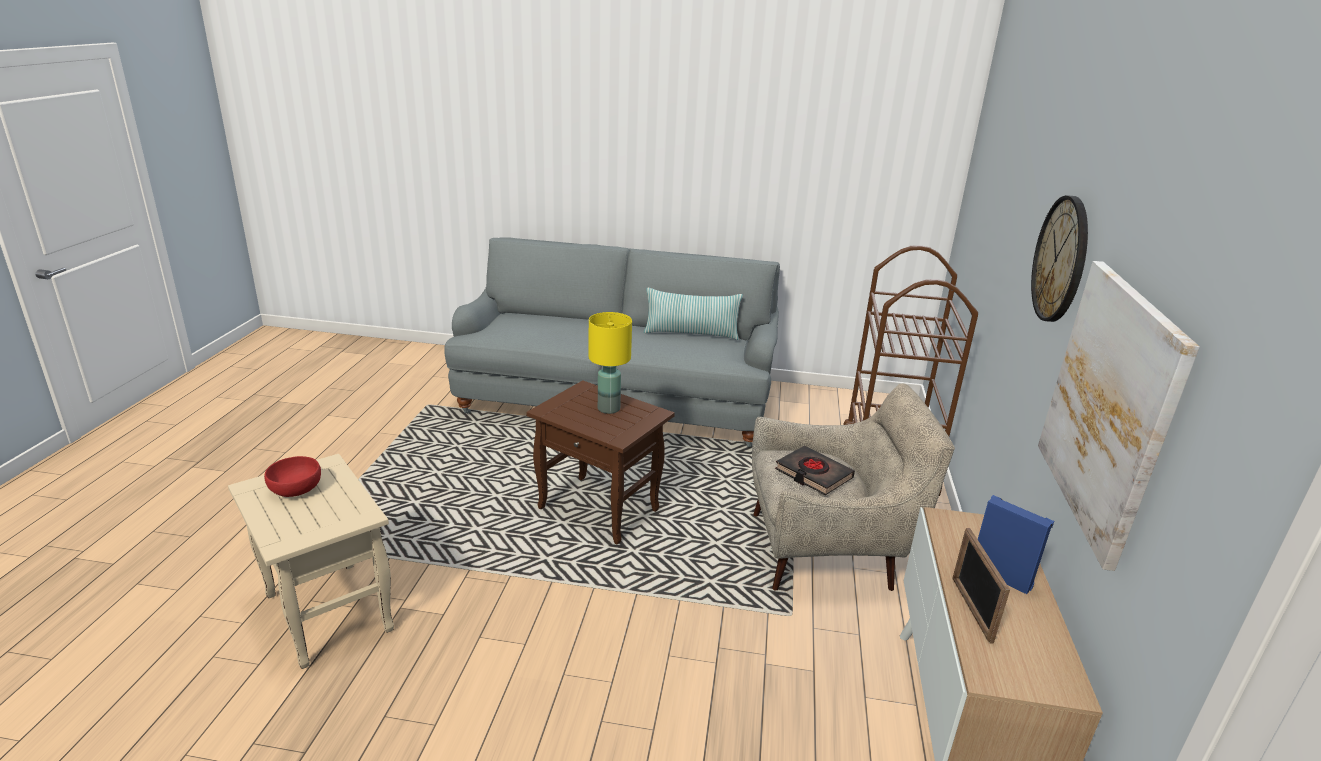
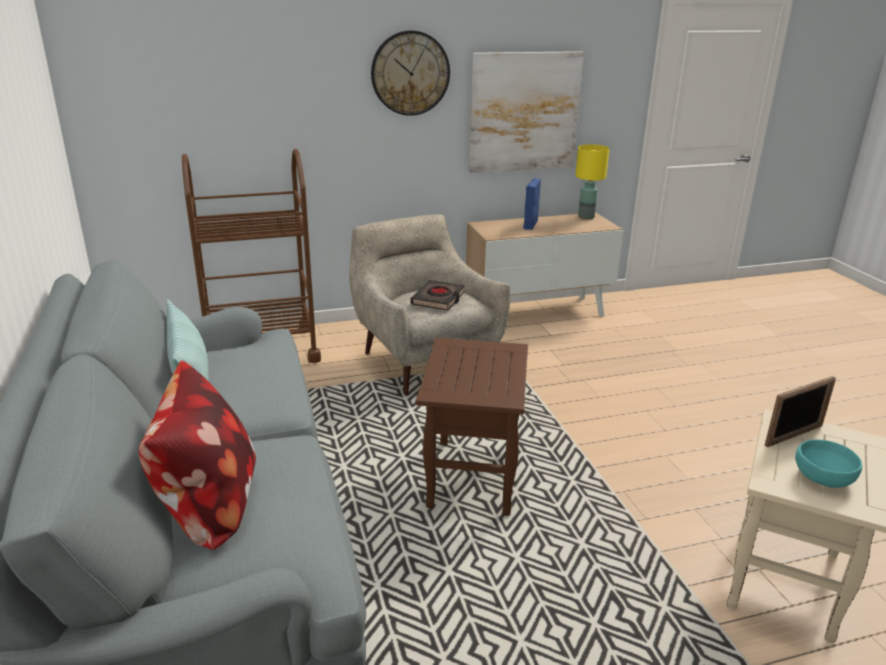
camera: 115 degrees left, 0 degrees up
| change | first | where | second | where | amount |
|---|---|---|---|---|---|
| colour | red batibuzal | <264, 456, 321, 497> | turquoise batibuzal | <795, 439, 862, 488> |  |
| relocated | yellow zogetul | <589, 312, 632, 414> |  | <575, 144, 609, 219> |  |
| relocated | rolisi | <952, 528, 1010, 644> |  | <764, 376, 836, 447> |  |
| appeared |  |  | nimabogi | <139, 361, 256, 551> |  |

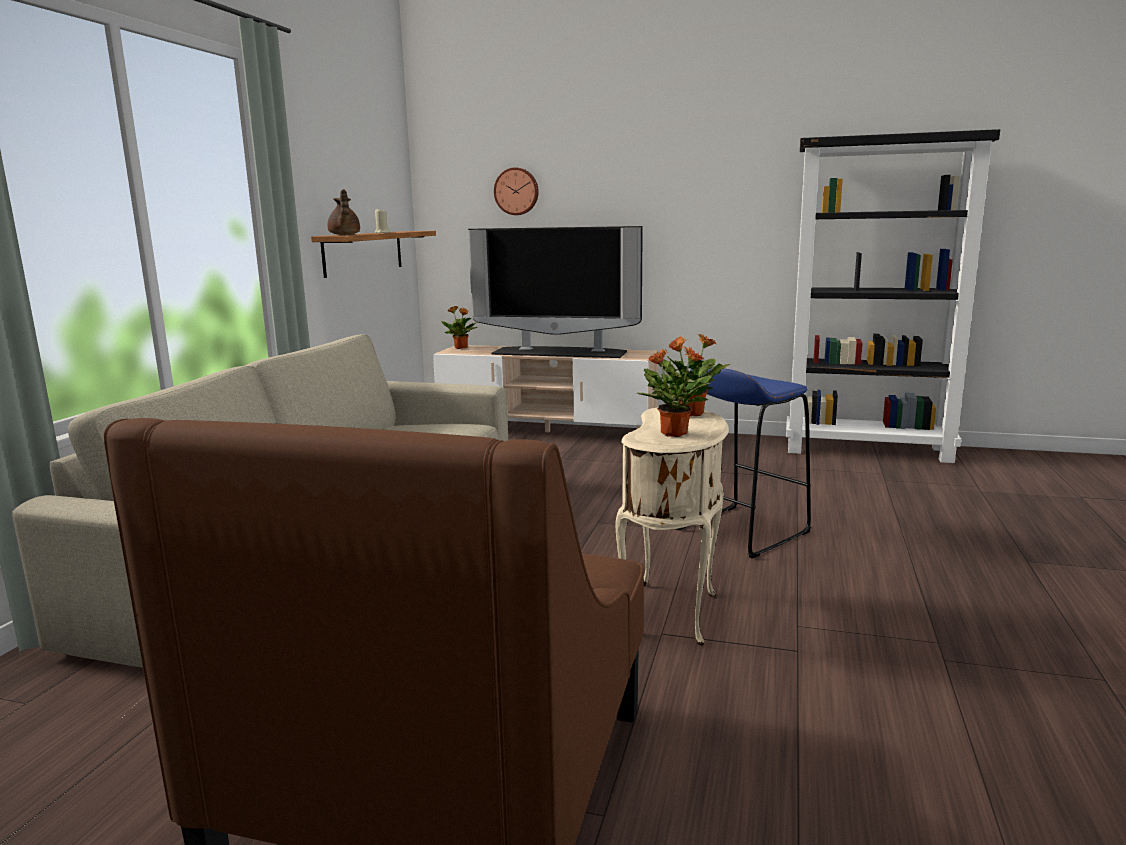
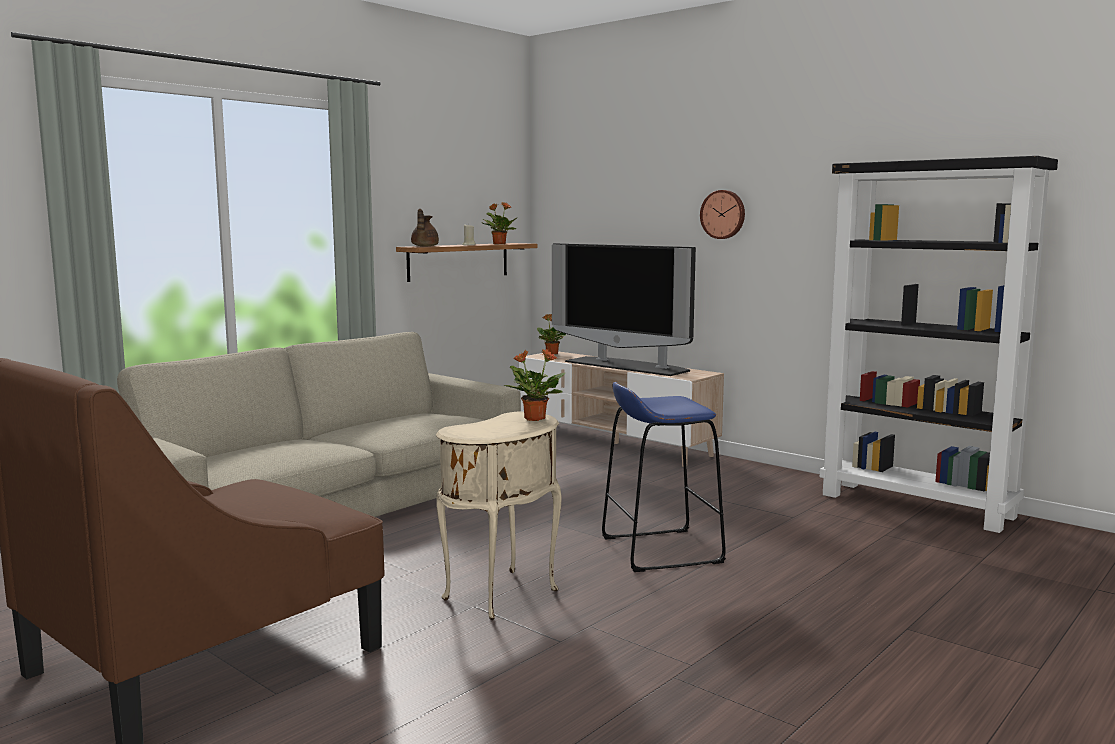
camera: 25 degrees right, 5 degrees down
| change | first | where | second | where | amount |
|---|---|---|---|---|---|
| relocated | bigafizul | <494, 168, 539, 215> |  | <700, 190, 745, 239> |  |
| relocated | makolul | <637, 347, 711, 437> |  | <482, 202, 517, 244> |  |

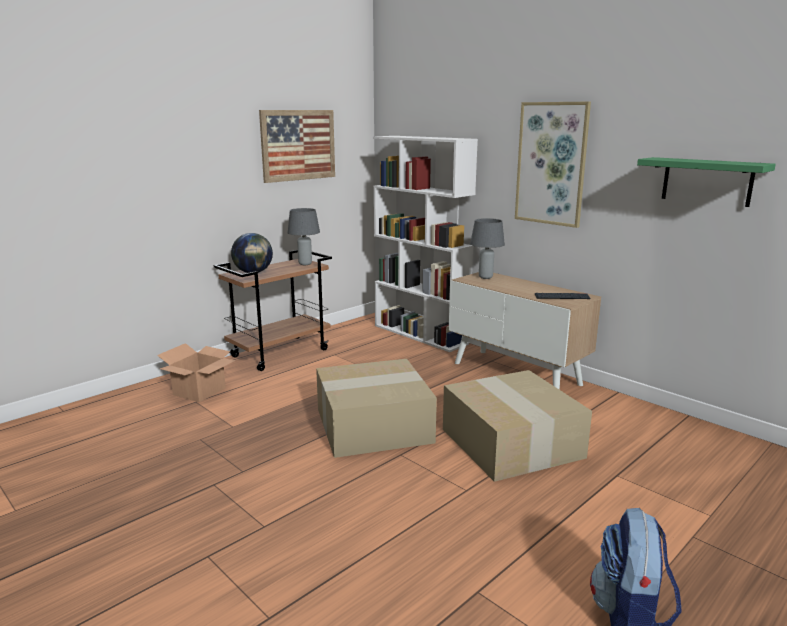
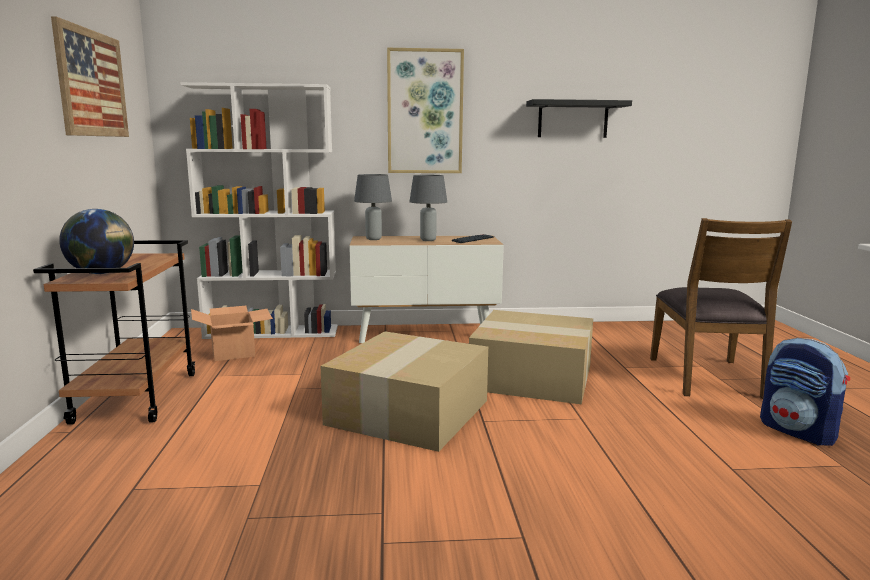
camera: 50 degrees left, 5 degrees down
| change | first | where | second | where | amount |
|---|---|---|---|---|---|
| relocated | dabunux | <157, 343, 236, 402> |  | <191, 306, 273, 361> |  |
| relocated | grey zogetul | <288, 208, 320, 265> |  | <409, 175, 447, 241> |  |
| colour | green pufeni | <637, 157, 776, 207> | black pufeni | <526, 99, 632, 138> |  |
| appeared |  |  | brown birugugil | <650, 218, 792, 399> |  |

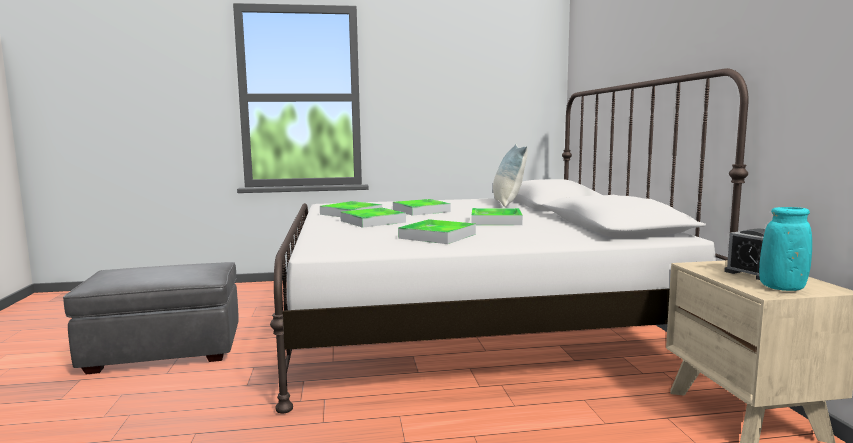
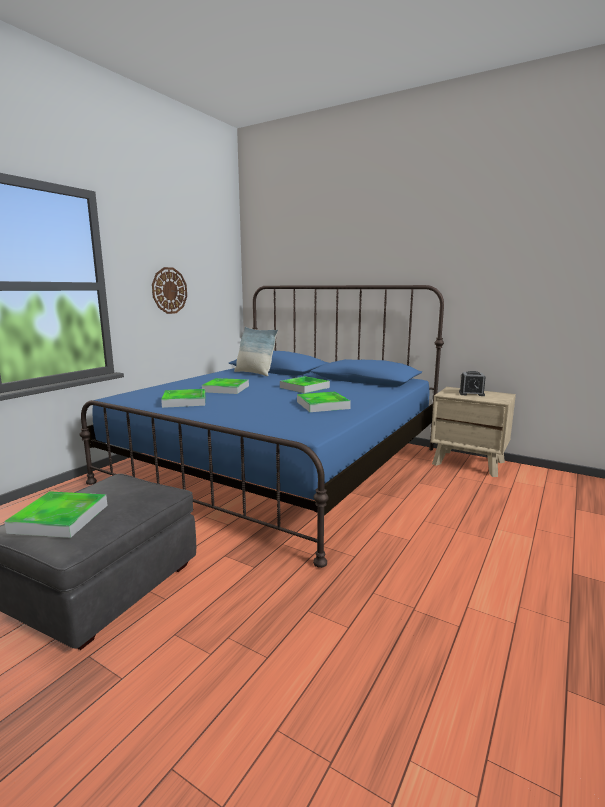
camera: 50 degrees left, 5 degrees up
| change | first | where | second | where | amount |
|---|---|---|---|---|---|
| colour | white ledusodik | <270, 68, 749, 413> | blue ledusodik | <80, 285, 444, 568> |  |
| relocated | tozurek | <340, 208, 406, 228> |  | <4, 491, 108, 538> |  |
| missing | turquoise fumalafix | <759, 207, 812, 291> |  |  |  |
| appeared |  |  | bigafizul | <152, 267, 187, 314> |  |

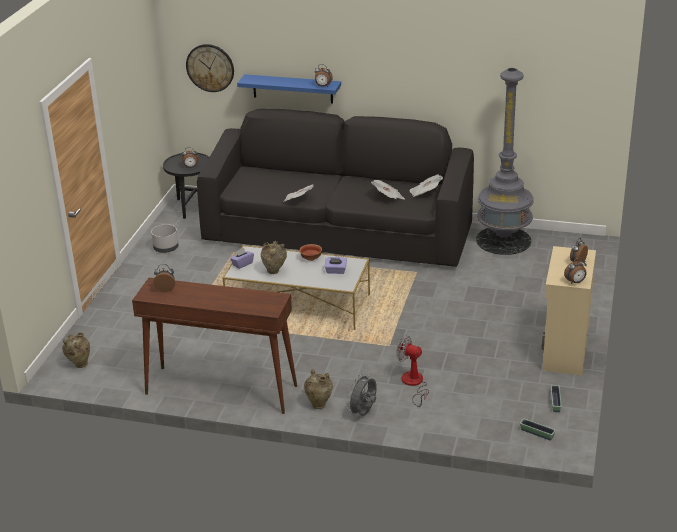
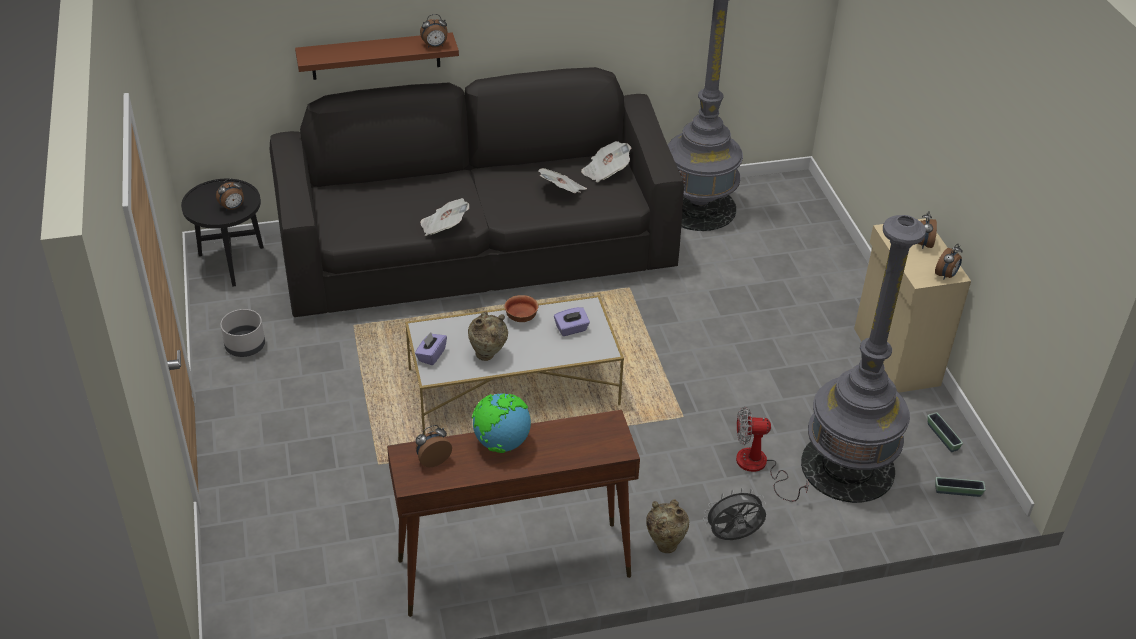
camera: 30 degrees left, 10 degrees up
| change | first | where | second | where | amount |
|---|---|---|---|---|---|
| missing | beige fumalafix | <62, 333, 90, 368> |  |  |  |
| missing | bigafizul | <186, 44, 234, 92> |  |  |  |
| colour | blue pufeni | <237, 74, 341, 104> | brown pufeni | <295, 32, 459, 80> |  |
| spun | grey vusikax | <347, 373, 377, 416> |  | <703, 488, 766, 540> | 75 degrees clockwise |
| appeared |  |  | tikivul | <472, 394, 531, 453> |  |
| appeared |  |  | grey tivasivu | <801, 215, 926, 503> |  |

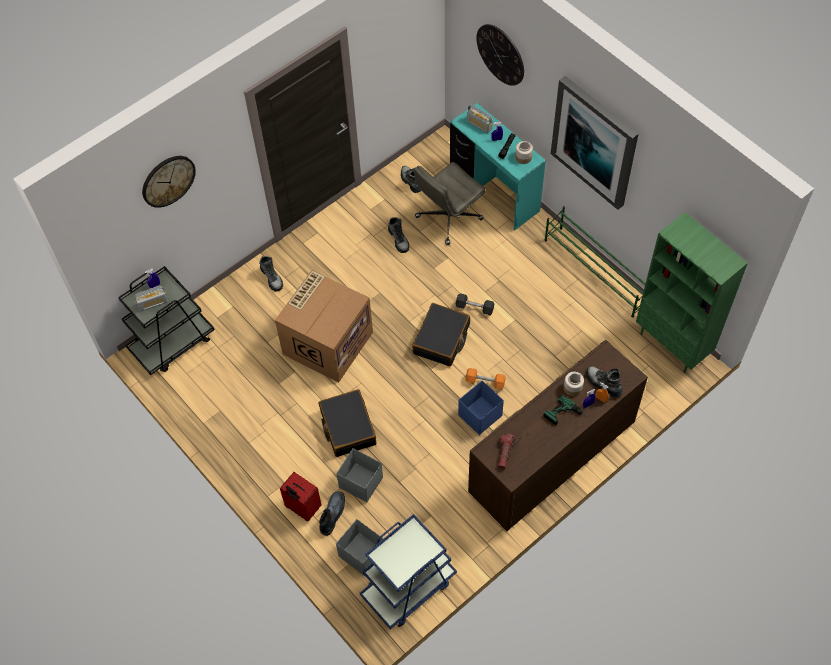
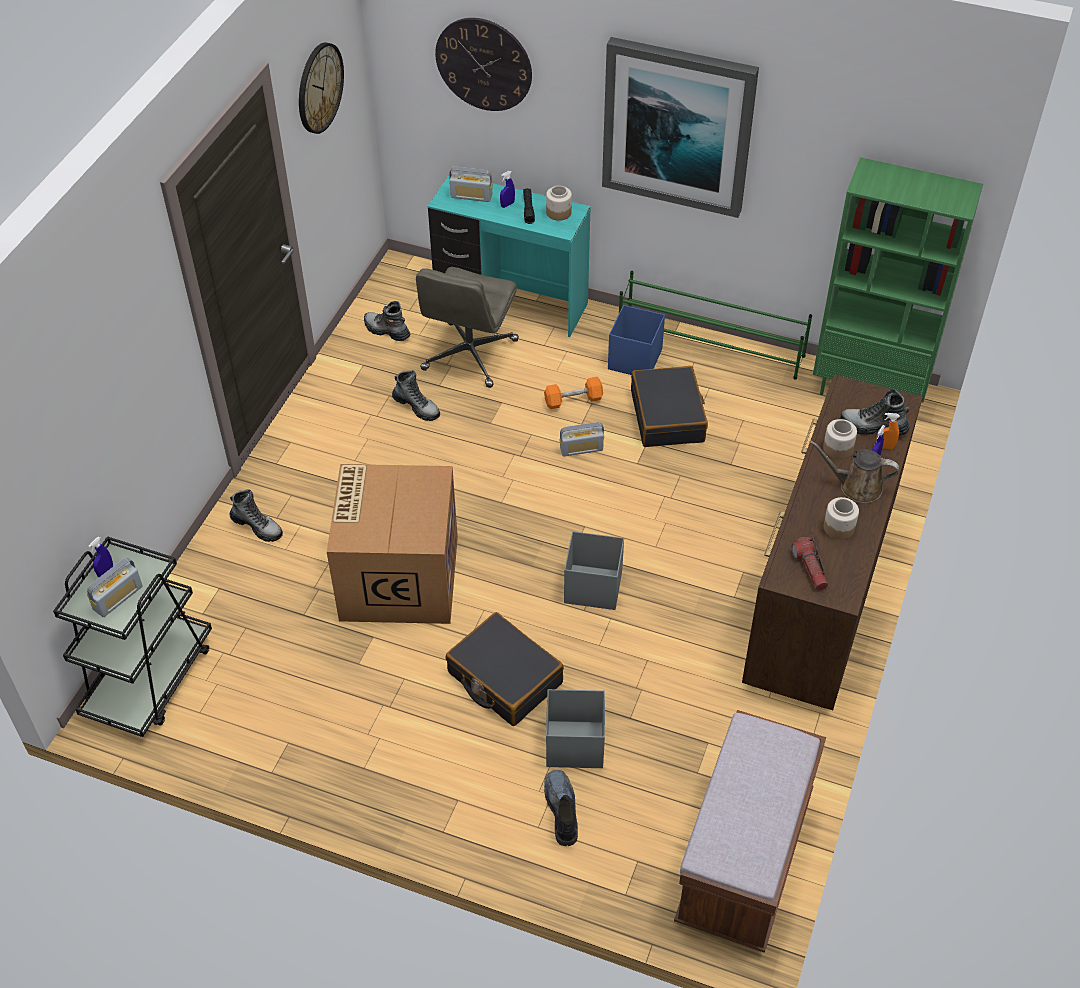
camera: 30 degrees left, 10 degrees down
| change | first | where | second | where | amount |
|---|---|---|---|---|---|
| relocated | bigafizul | <142, 156, 196, 208> |  | <299, 43, 344, 134> |  |
| missing | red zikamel | <280, 472, 322, 521> |  |  |  |
| relocated | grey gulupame | <336, 519, 384, 576> |  | <564, 531, 624, 610> |  |
| exchanged | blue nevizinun | <360, 514, 457, 630> | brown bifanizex | <674, 710, 826, 953> |  |
| relocated | black zikamel | <412, 303, 470, 367> |  | <631, 366, 708, 447> |  |
| exchanged | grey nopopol | <456, 293, 494, 315> | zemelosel | <560, 422, 604, 457> |  |
| relocated | blue gulupame | <458, 380, 504, 435> |  | <608, 305, 665, 375> |  |
| relocated | orange nopopol | <465, 368, 506, 389> |  | <544, 377, 603, 409> |  |
| exchanged | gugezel | <543, 395, 587, 425> | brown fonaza | <809, 440, 899, 503> |  |
| appeared |  |  | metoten | <823, 497, 859, 540> |  |

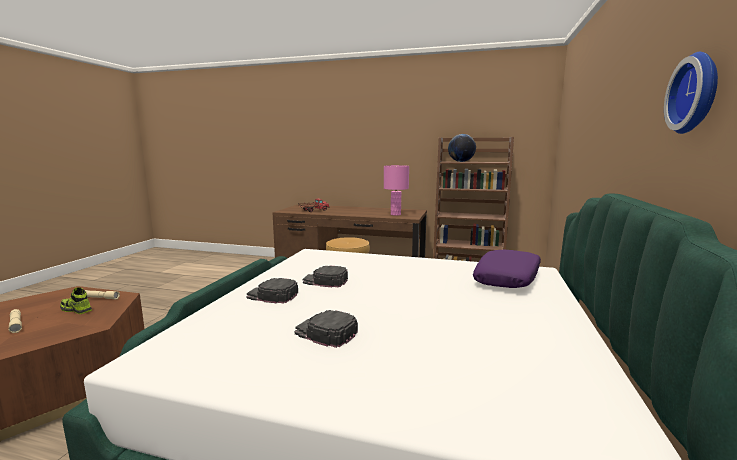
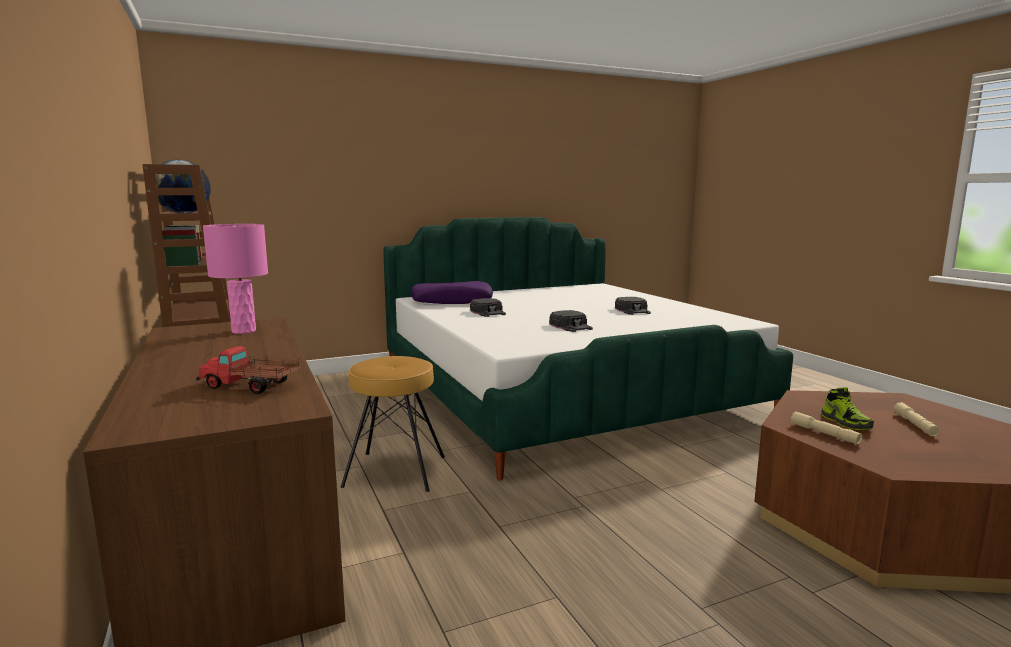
camera: 130 degrees left, 0 degrees up
| change | first | where | second | where | amount |
|---|---|---|---|---|---|
| relocated | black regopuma | <246, 278, 298, 303> |  | <470, 298, 506, 317> |  |
| missing | bigafizul | <664, 52, 718, 134> |  |  |  |

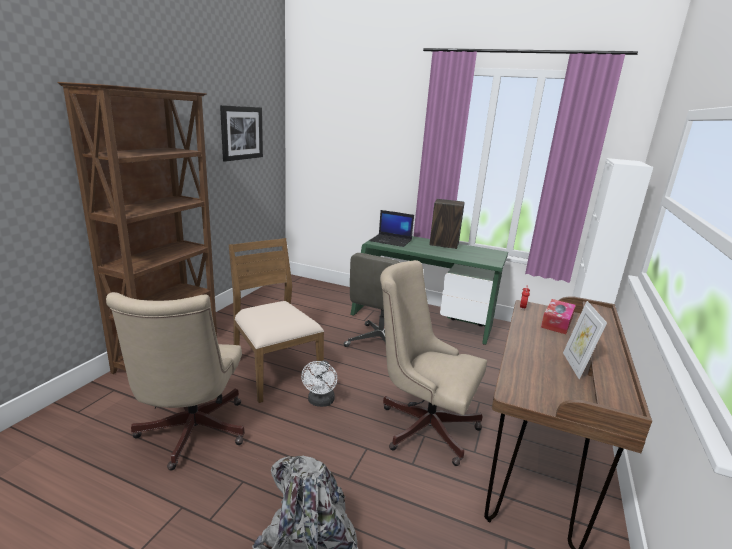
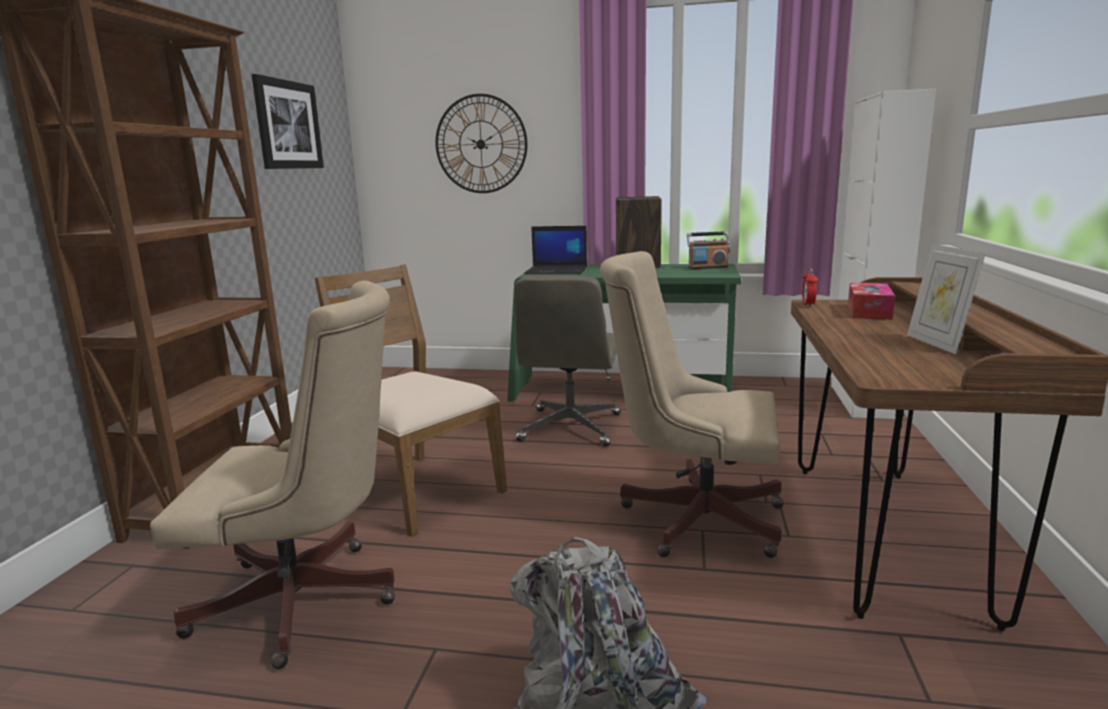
camera: 10 degrees left, 5 degrees down
| change | first | where | second | where | amount |
|---|---|---|---|---|---|
| spun | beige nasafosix | <106, 292, 245, 471> |  | <150, 281, 395, 669> | 75 degrees counterclockwise |
| missing | white vusikax | <301, 360, 337, 407> |  |  |  |
| appeared |  |  | bigafizul | <435, 94, 527, 193> |  |
| appeared |  |  | zemelosel | <687, 231, 730, 269> |  |

